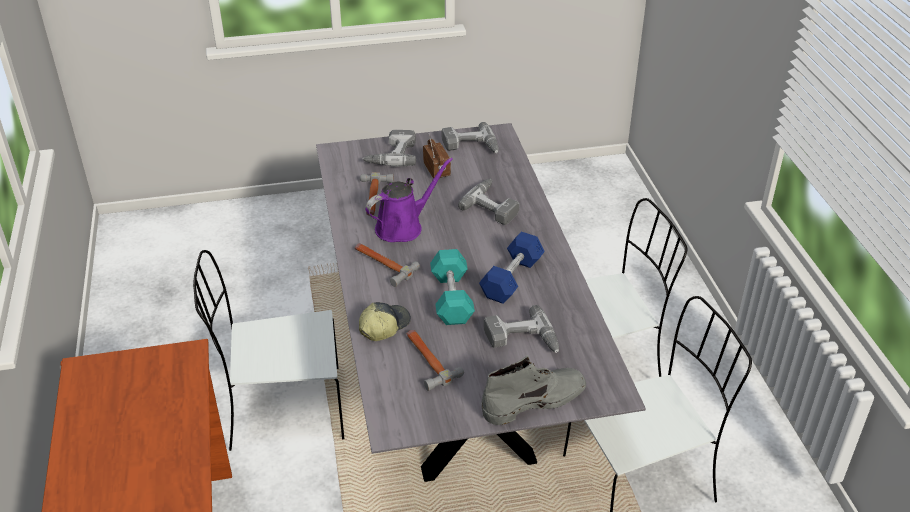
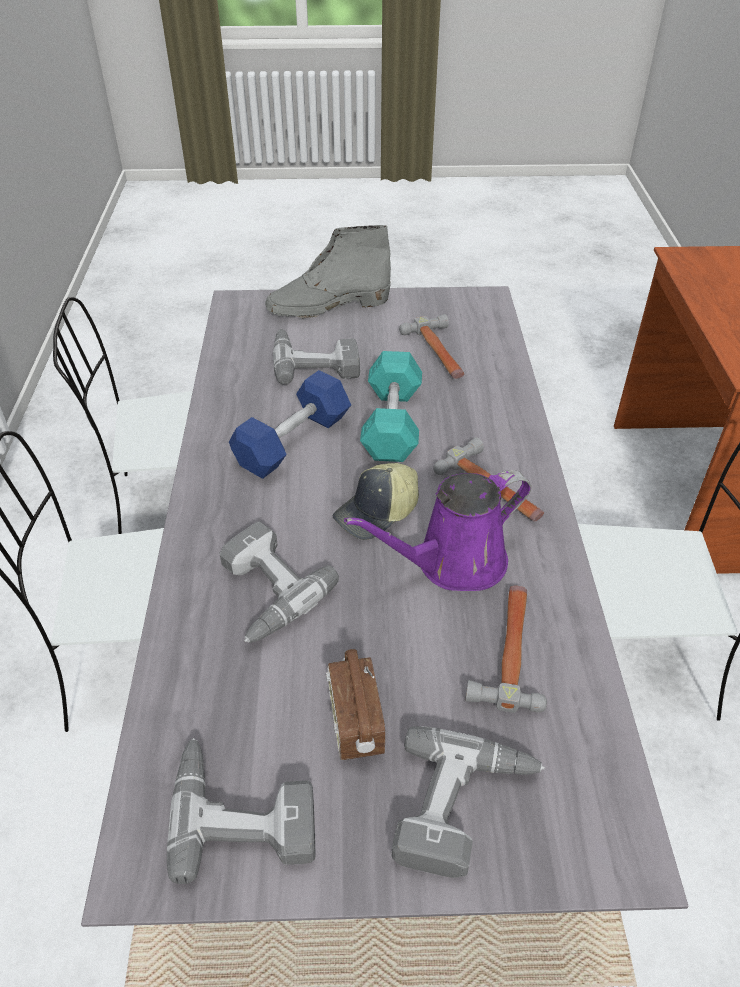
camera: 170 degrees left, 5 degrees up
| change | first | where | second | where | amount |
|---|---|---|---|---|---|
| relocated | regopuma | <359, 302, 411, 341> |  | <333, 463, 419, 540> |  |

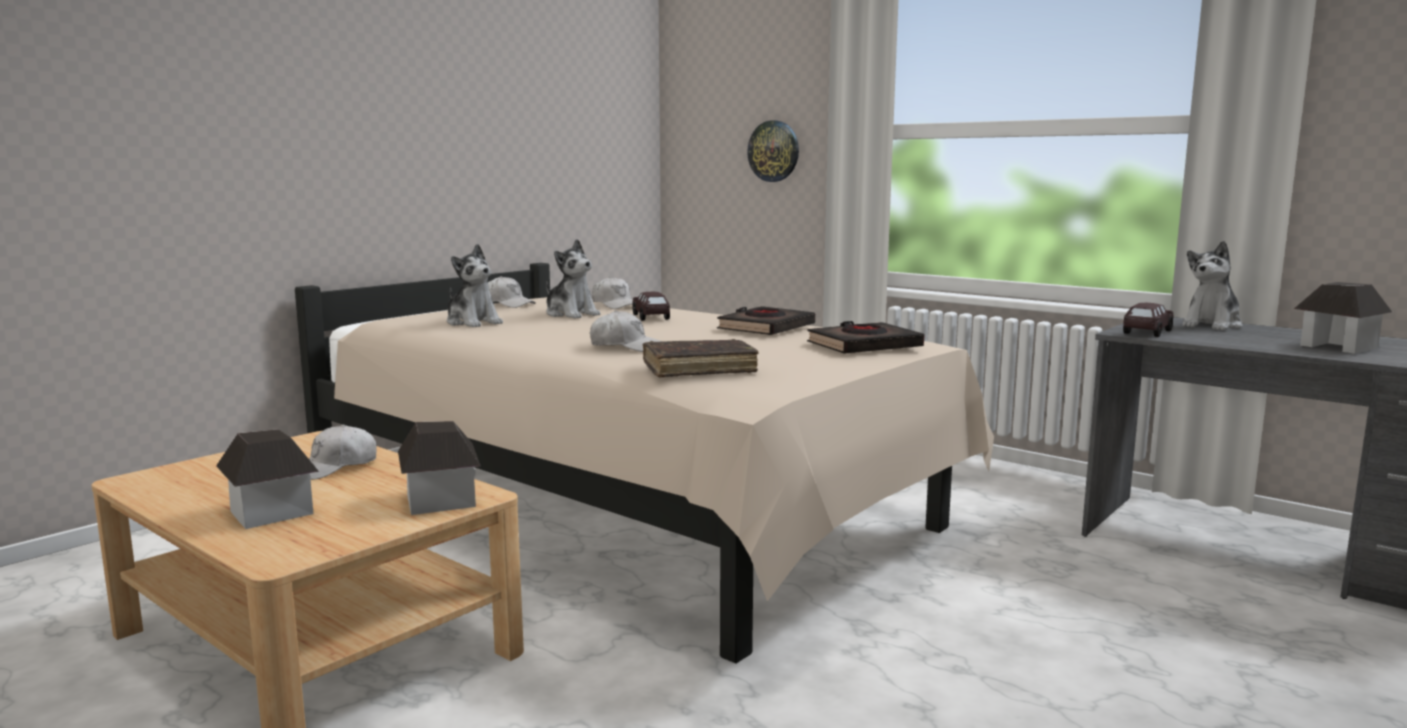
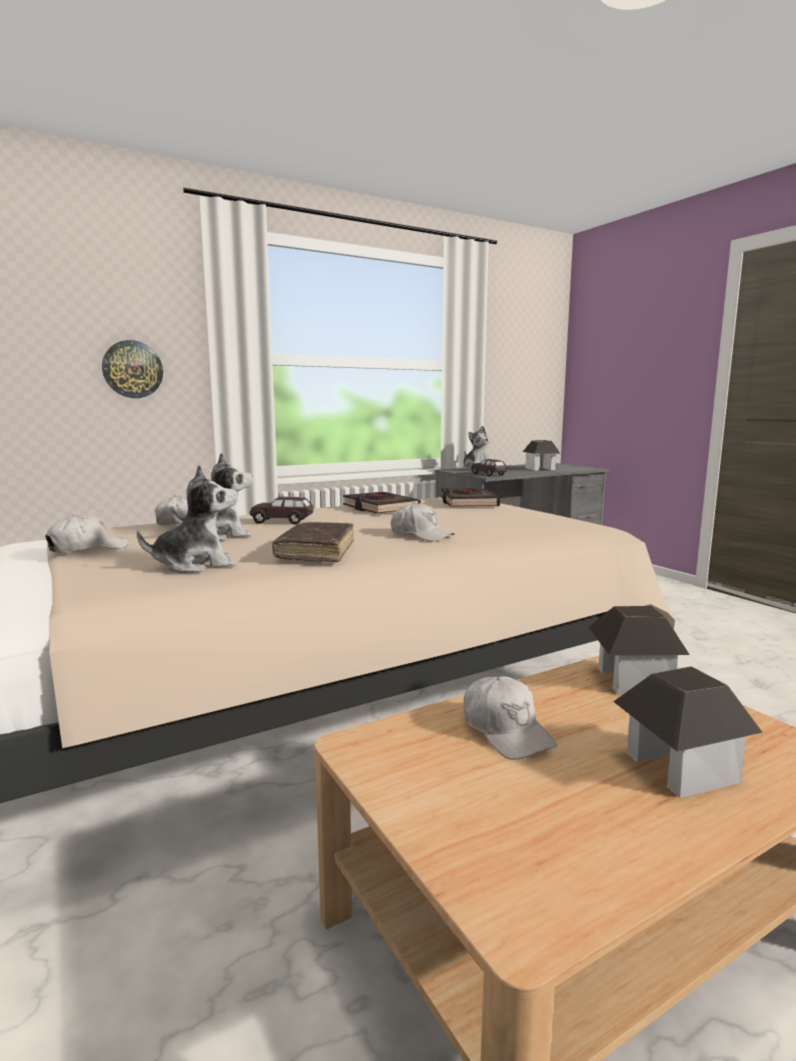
camera: 70 degrees left, 0 degrees up
| change | first | where | second | where | amount |
|---|---|---|---|---|---|
| spun | white regopuma | <590, 310, 663, 352> |  | <391, 502, 455, 542> | 90 degrees clockwise |
| relocated | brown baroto | <643, 339, 759, 378> |  | <272, 522, 354, 562> |  |

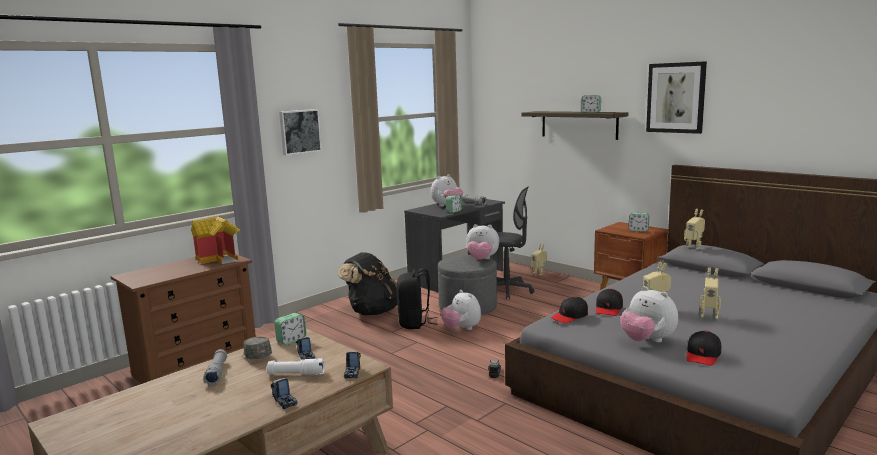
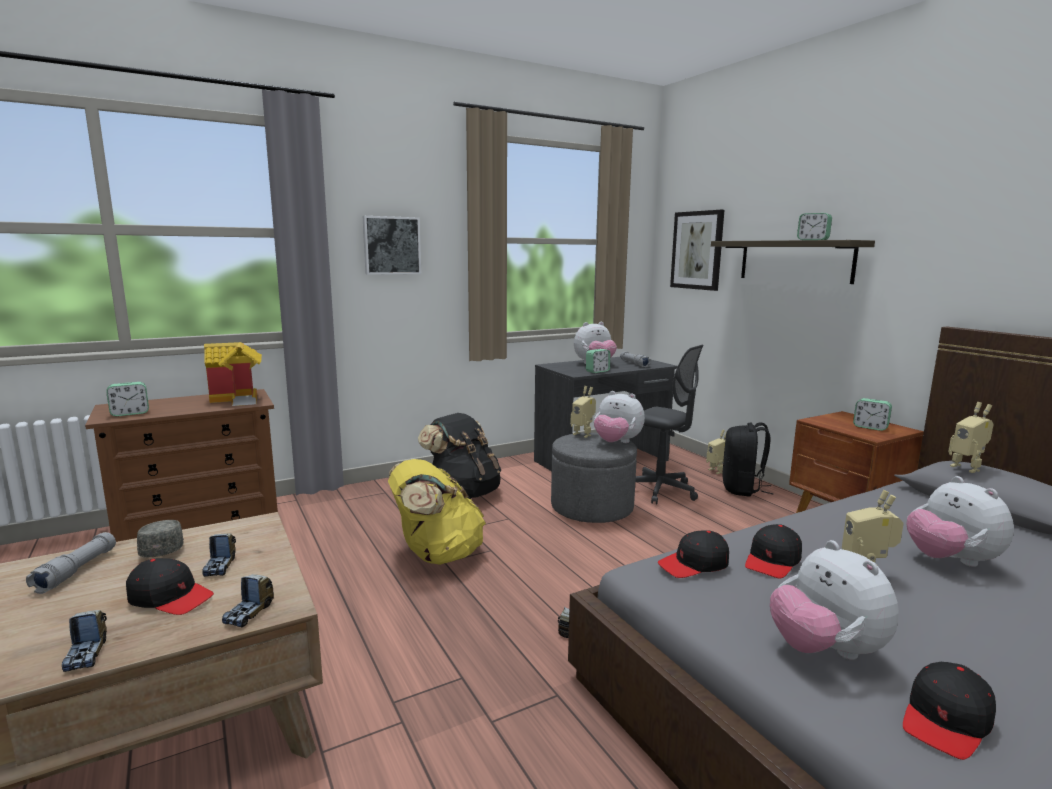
camera: 15 degrees right, 0 degrees up
| change | first | where | second | where | amount |
|---|---|---|---|---|---|
| exchanged | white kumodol | <267, 358, 325, 375> | black regopuma | <126, 558, 214, 615> |  |
| relocated | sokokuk | <274, 313, 306, 345> |  | <106, 382, 149, 417> |  |
| relocated | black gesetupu | <397, 268, 438, 329> |  | <722, 422, 773, 496> |  |
| relocated | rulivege | <441, 290, 481, 330> |  | <906, 476, 1014, 567> |  |
| relocated | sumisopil | <646, 61, 707, 134> |  | <670, 210, 724, 291> |  |
| relocated | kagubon | <700, 267, 721, 319> |  | <570, 386, 596, 438> |  |
| appeared |  |  | yellow gesetupu | <388, 459, 486, 565> |  |

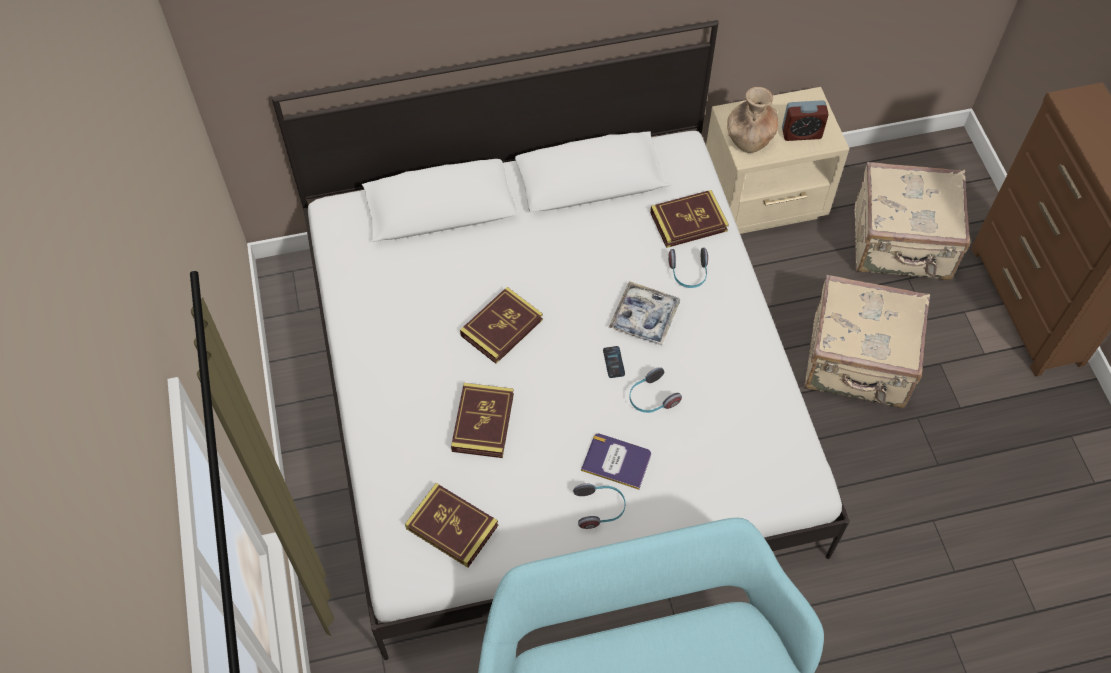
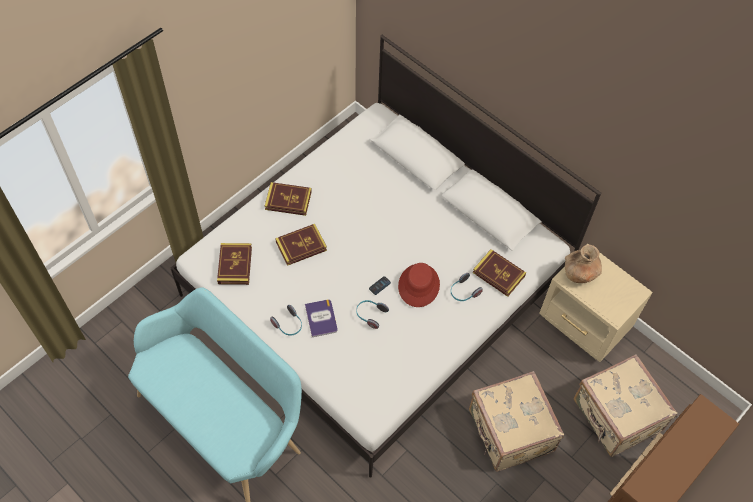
camera: 55 degrees right, 0 degrees up
| change | first | where | second | where | amount |
|---|---|---|---|---|---|
| relocated | baroto | <460, 287, 543, 364> |  | <265, 182, 312, 216> |  |
| exchanged | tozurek | <609, 281, 680, 345> | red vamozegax | <398, 263, 440, 307> |  |
| missing | sokokuk | <782, 100, 829, 141> |  |  |  |

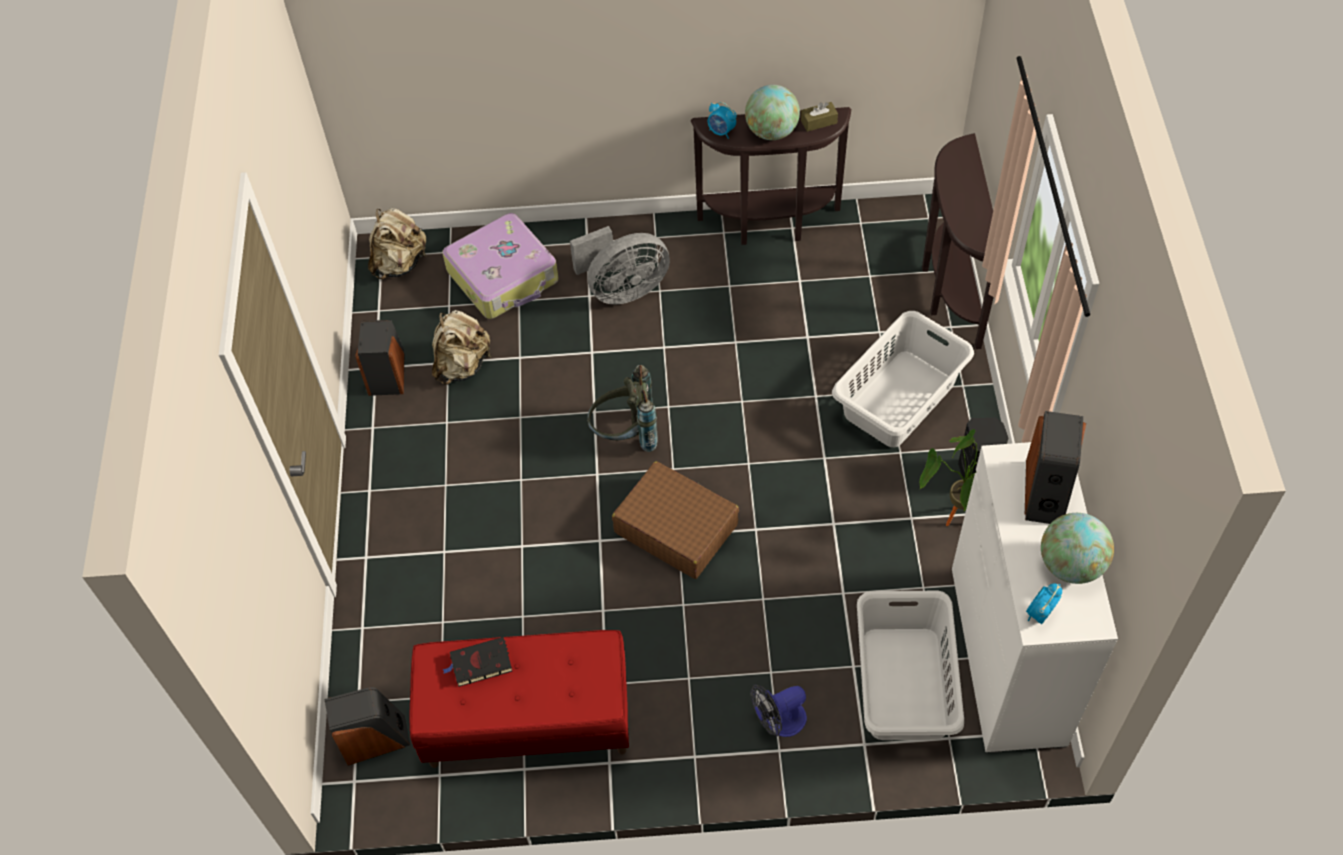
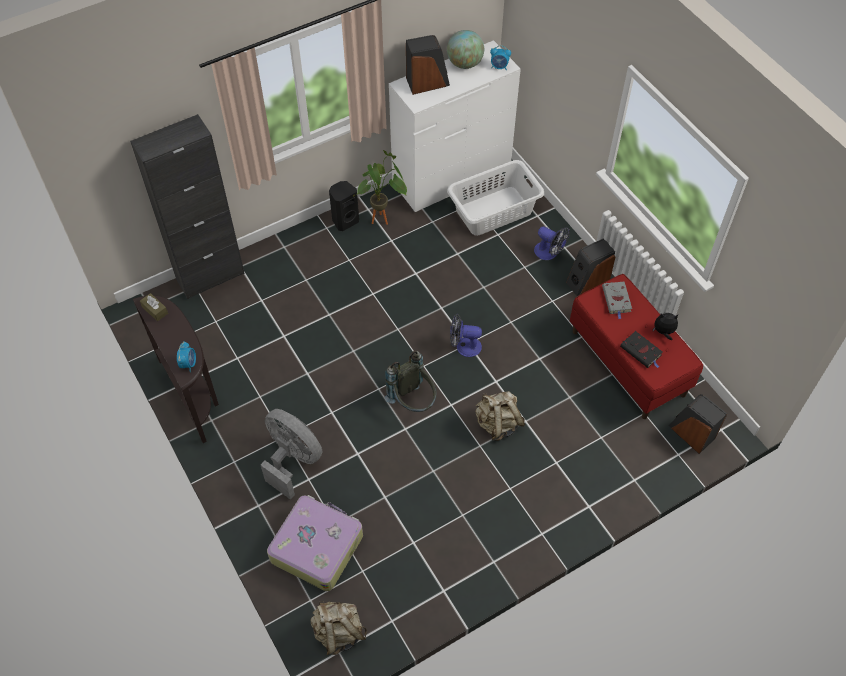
camera: 120 degrees left, 0 degrees up
| change | first | where | second | where | amount |
|---|---|---|---|---|---|
| relocated | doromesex | <356, 320, 404, 396> |  | <566, 238, 615, 296> |  |
| relocated | beige gesetupu | <432, 310, 491, 385> |  | <475, 391, 525, 441> |  |
| exchanged | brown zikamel | <612, 461, 739, 579> | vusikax | <450, 314, 482, 357> |  |
| missing | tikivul | <745, 85, 800, 140> |  |  |  |
| missing | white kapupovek | <832, 311, 974, 447> |  |  |  |
| exchanged | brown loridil | <922, 133, 994, 349> | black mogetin | <130, 114, 245, 299> |  |
| appeared |  |  | grey baroto | <602, 281, 632, 319> |  |
| appeared |  |  | rulivege | <653, 313, 678, 340> |  |

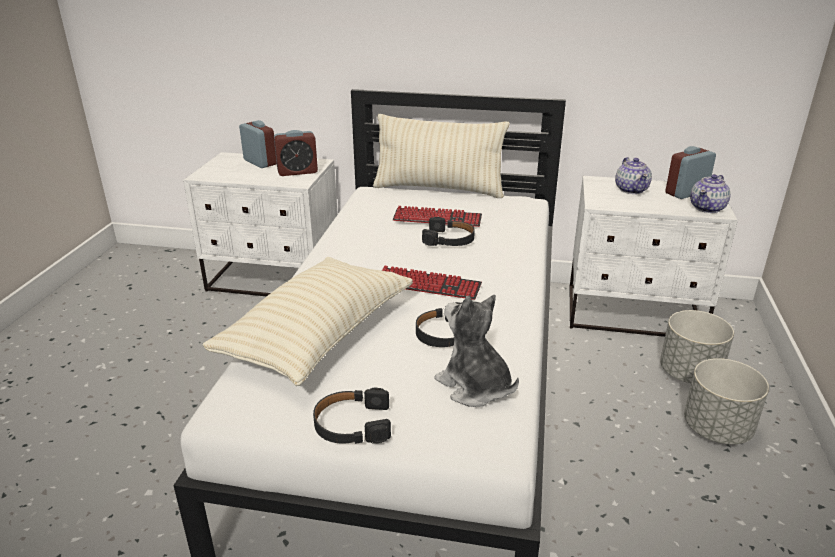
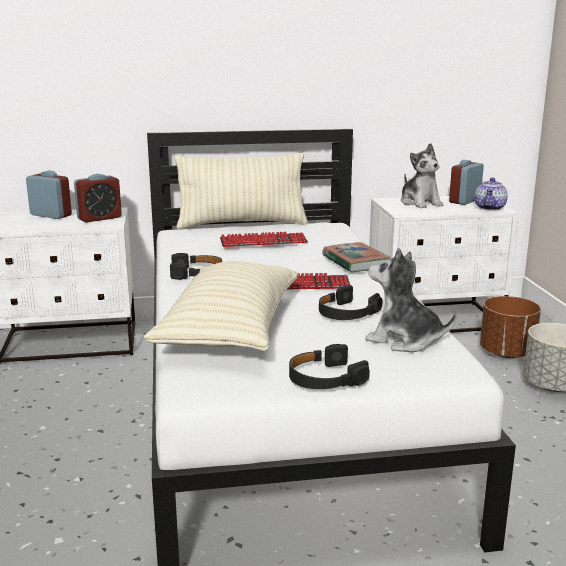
camera: 20 degrees left, 10 degrees down
| change | first | where | second | where | amount |
|---|---|---|---|---|---|
| relocated | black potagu | <422, 217, 475, 246> |  | <170, 253, 222, 280> |  |
| exchanged | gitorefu | <615, 157, 652, 194> | rulivege | <401, 143, 443, 208> |  |
| colour | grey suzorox | <660, 310, 734, 383> | brown suzorox | <480, 296, 541, 358> |  |
| appeared |  |  | baroto | <322, 242, 391, 273> |  |

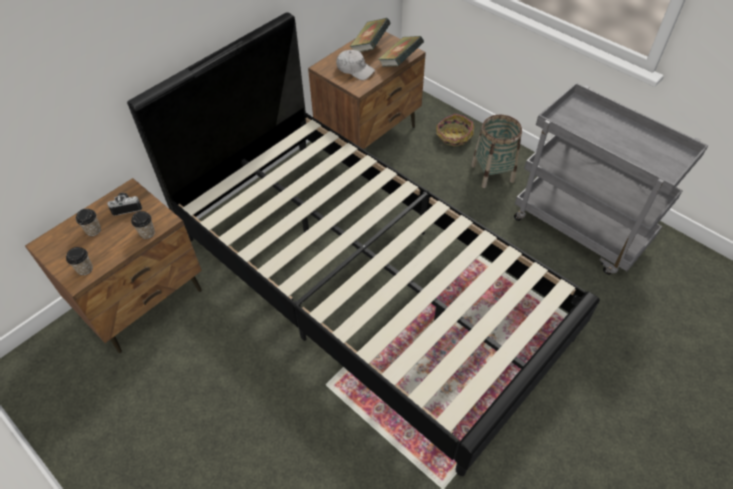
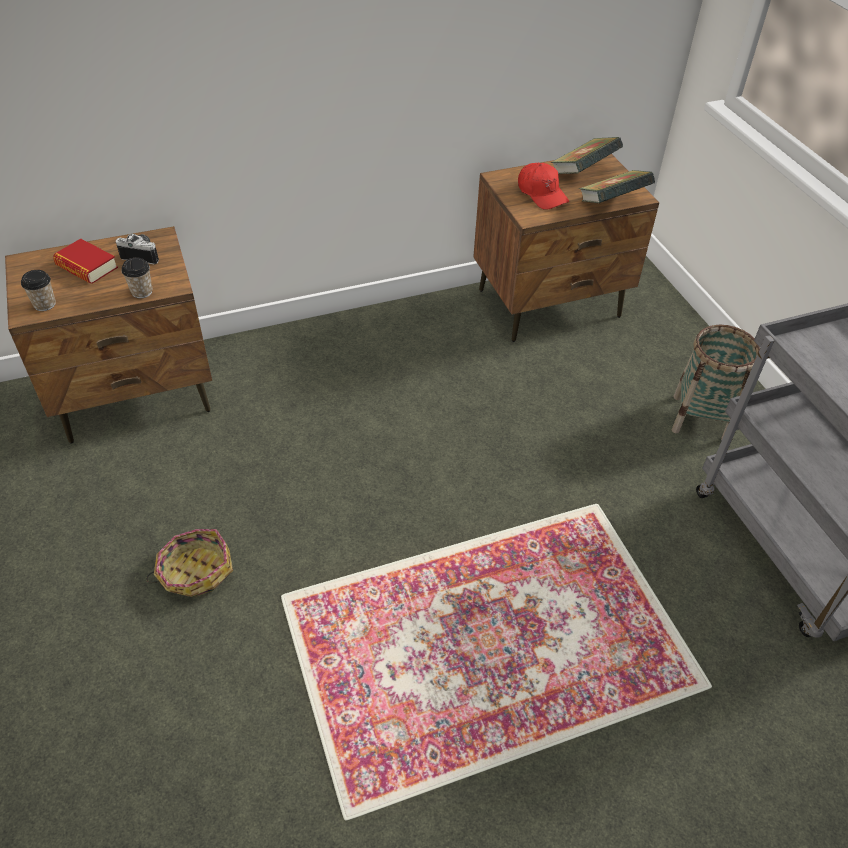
camera: 25 degrees right, 5 degrees down
| change | first | where | second | where | amount |
|---|---|---|---|---|---|
| exchanged | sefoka | <76, 209, 101, 236> | baroto | <53, 239, 118, 284> |  |
| missing | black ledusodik | <127, 12, 600, 476> |  |  |  |
| colour | white regopuma | <336, 50, 375, 80> | red regopuma | <518, 163, 569, 210> |  |
| relocated | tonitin | <436, 113, 474, 147> |  | <146, 529, 233, 597> |  |

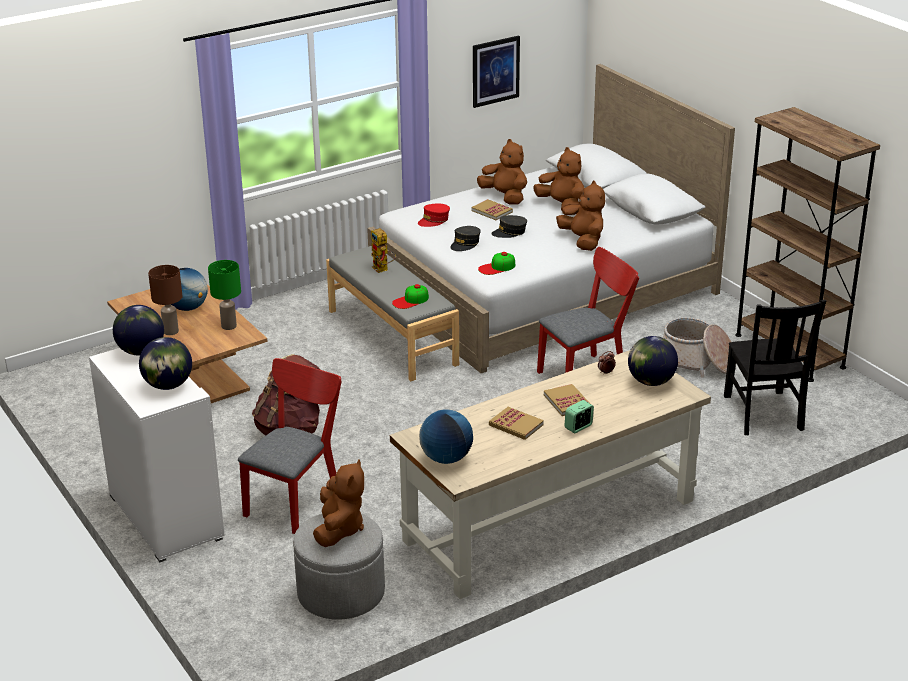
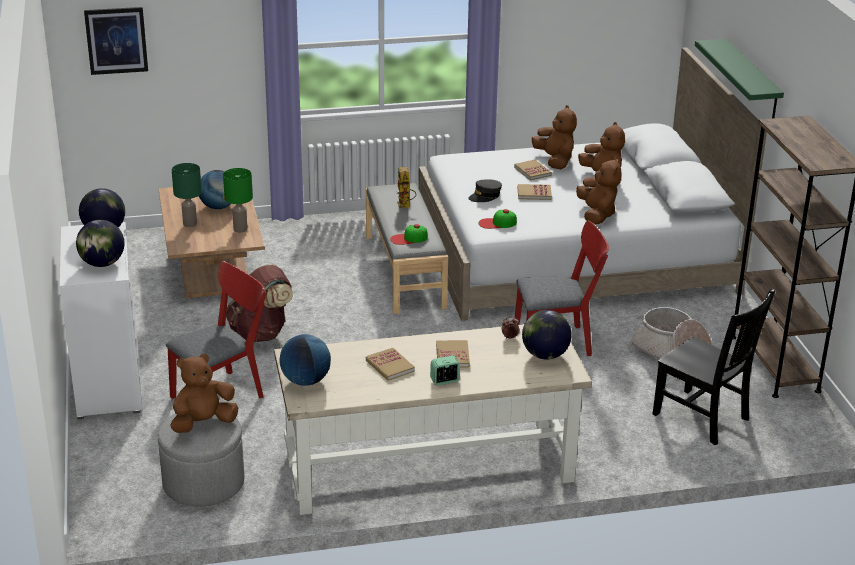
camera: 20 degrees right, 0 degrees up
| change | first | where | second | where | amount |
|---|---|---|---|---|---|
| colour | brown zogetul | <148, 265, 182, 335> | green zogetul | <172, 163, 202, 227> |  |
| spun | brown rulivege | <313, 459, 364, 547> |  | <170, 353, 238, 433> | 150 degrees counterclockwise |
| missing | red regopuma | <418, 204, 450, 227> |  |  |  |
| relocated | sumisopil | <473, 36, 520, 108> |  | <84, 7, 148, 75> |  |
| exchanged | grey regopuma | <491, 215, 527, 238> | baroto | <518, 184, 552, 200> |  |
| spun | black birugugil | <724, 300, 826, 435> |  | <653, 289, 776, 445> | 60 degrees counterclockwise |
| appeared |  |  | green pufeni | <695, 39, 784, 118> |  |

